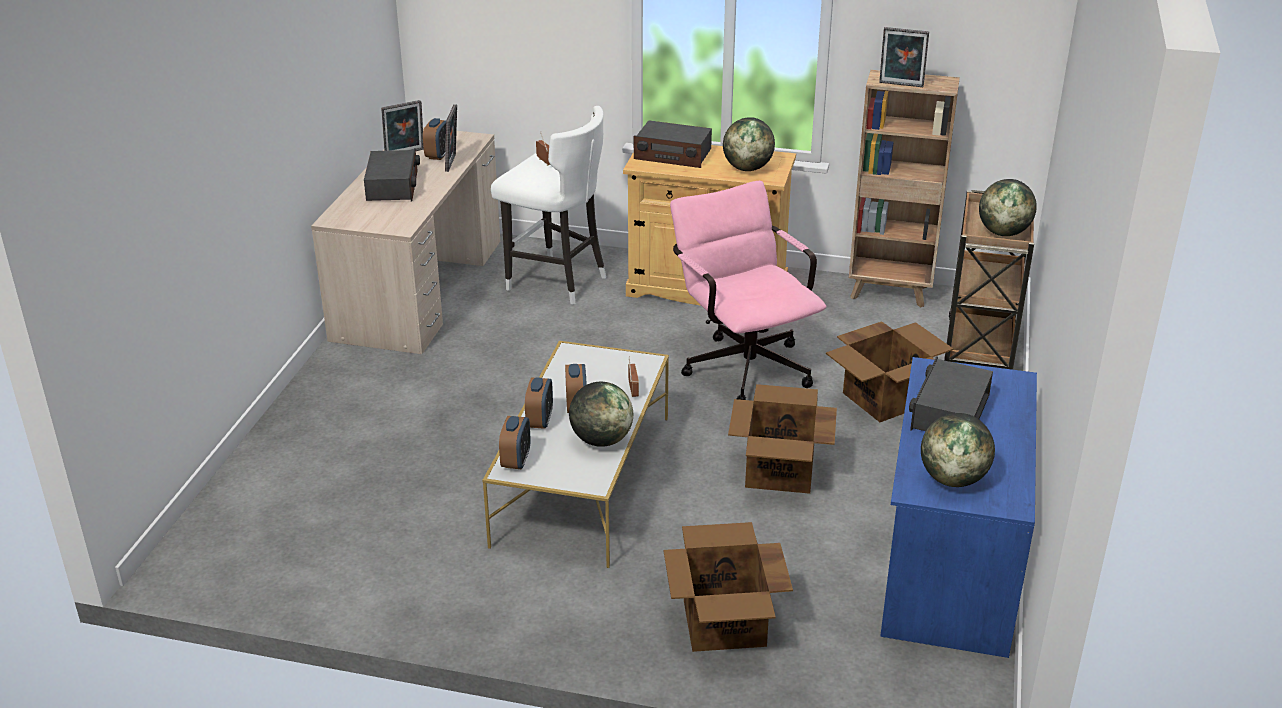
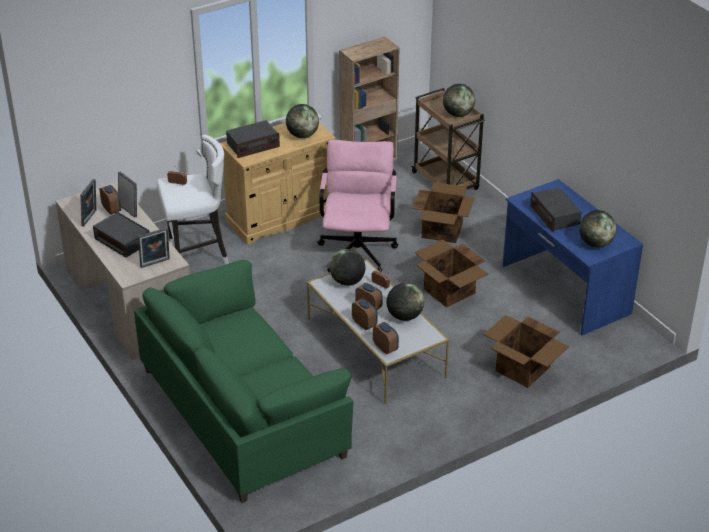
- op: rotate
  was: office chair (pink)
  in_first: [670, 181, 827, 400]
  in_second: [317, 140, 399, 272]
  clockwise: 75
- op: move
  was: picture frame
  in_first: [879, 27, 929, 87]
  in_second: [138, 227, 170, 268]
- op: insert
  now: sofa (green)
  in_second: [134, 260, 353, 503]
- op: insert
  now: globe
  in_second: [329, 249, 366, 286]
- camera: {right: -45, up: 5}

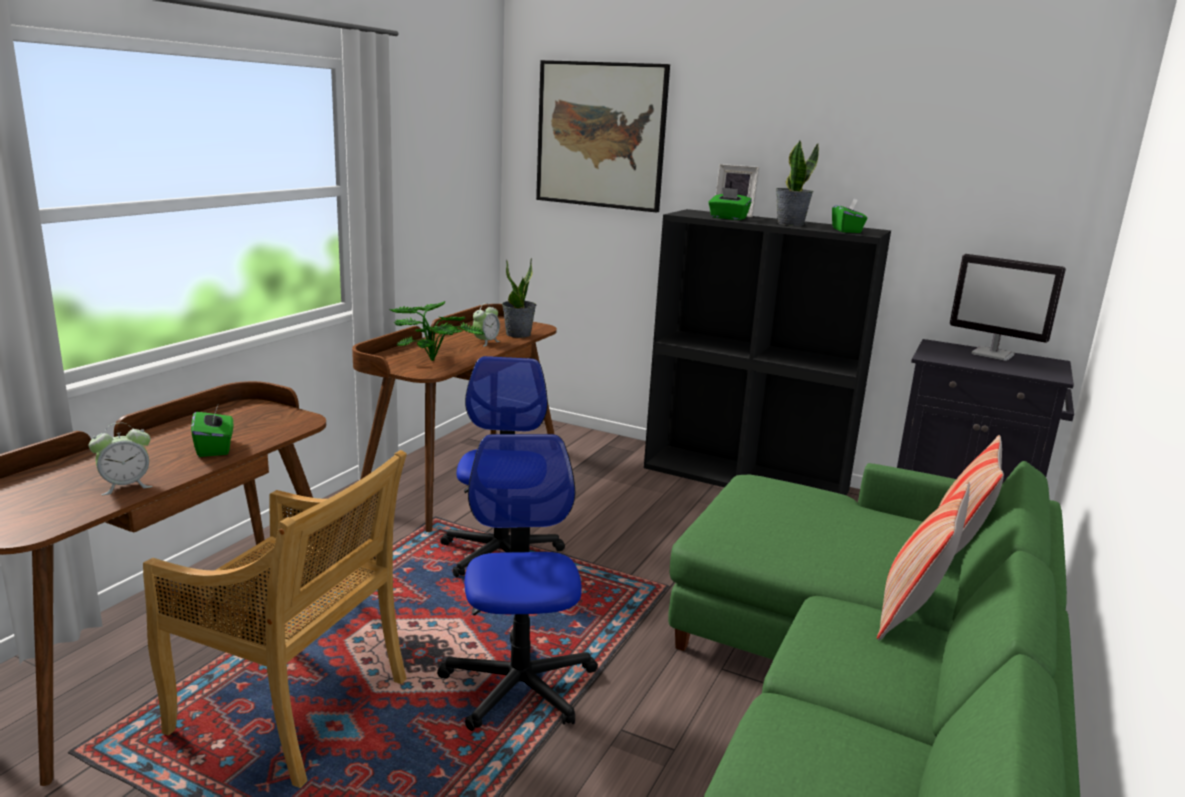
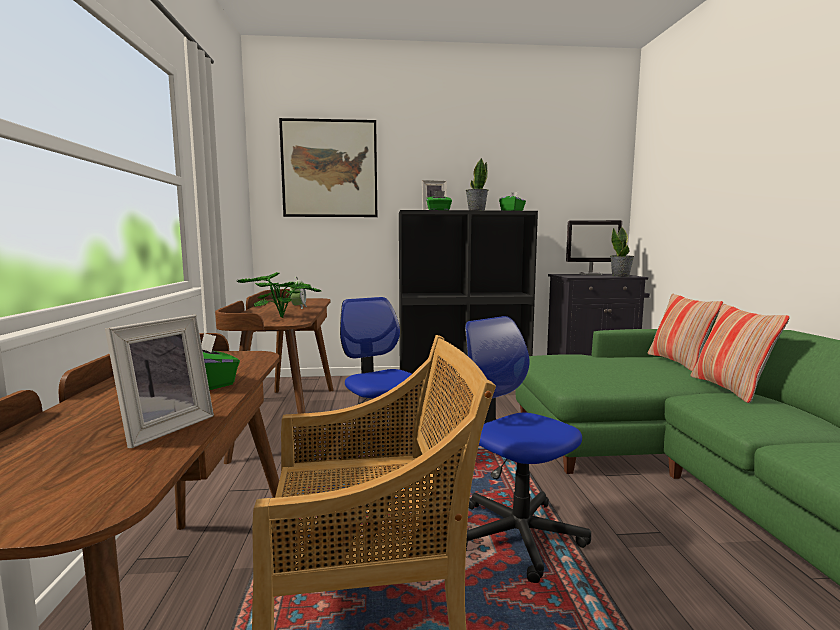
- op: replace
  was: alarm clock
  now: picture frame
  in_first: [89, 423, 153, 495]
  in_second: [105, 315, 214, 448]
- op: move
  was: potted plant
  in_first: [502, 258, 536, 338]
  in_second: [610, 227, 634, 277]
- camera: {right: -30, up: -10}

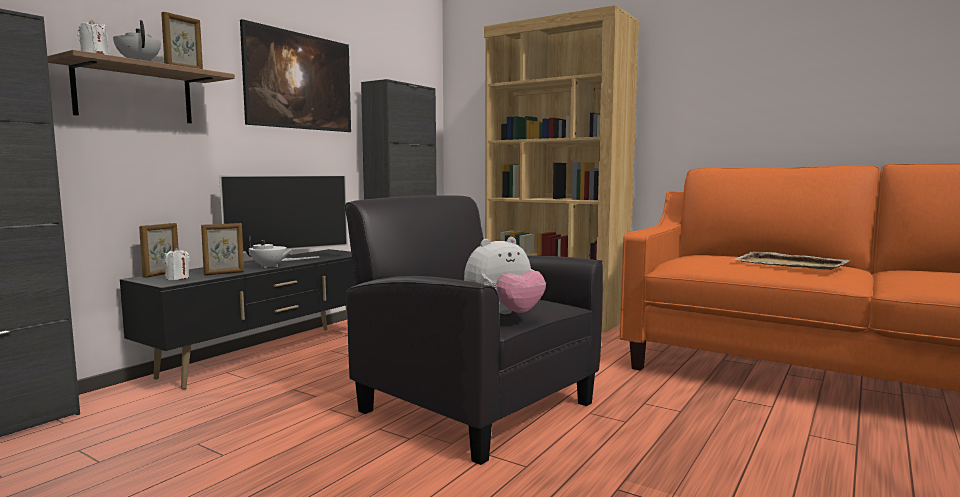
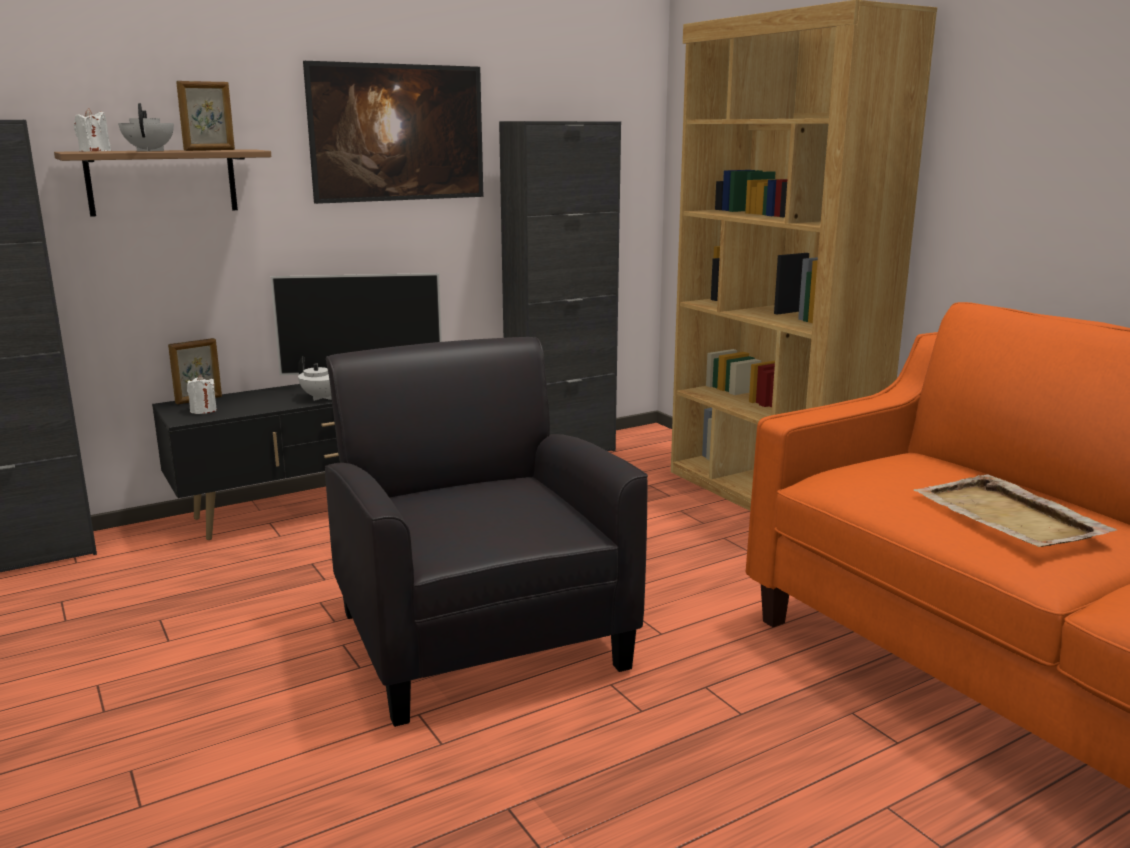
- op: delete
  was: picture frame
  in_first: [201, 223, 244, 275]
- op: delete
  was: plush toy
  in_first: [464, 237, 546, 314]
- camera: {right: 25, up: 10}

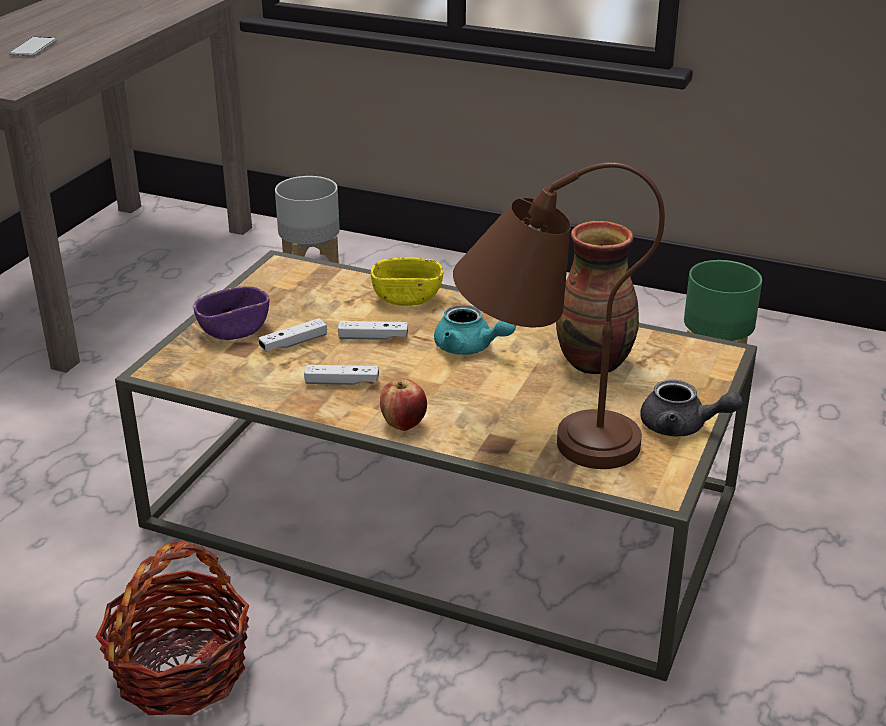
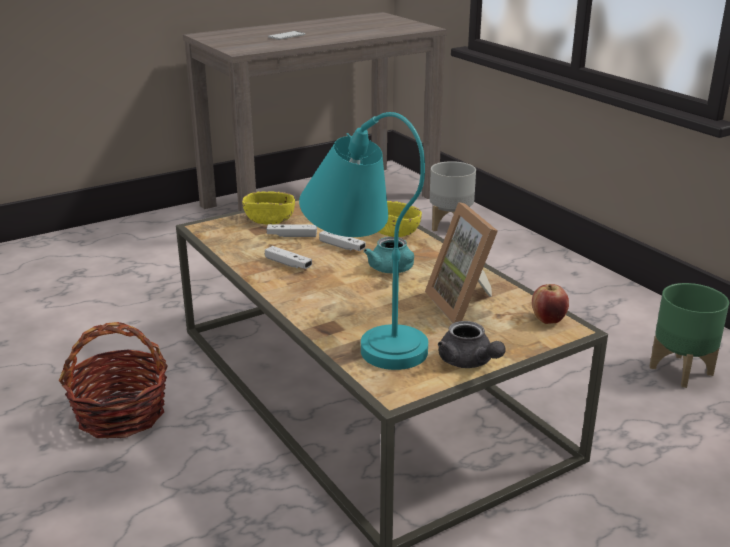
- op: recolor
  was: bowl (purple)
  now: bowl (yellow)
  in_first: [194, 286, 269, 340]
  in_second: [242, 191, 295, 224]
- op: move
  was: apple
  in_first: [380, 378, 427, 431]
  in_second: [532, 284, 569, 324]
- op: recolor
  was: table lamp (brown)
  now: table lamp (turquoise)
  in_first: [453, 162, 665, 469]
  in_second: [299, 112, 428, 370]
- op: replace
  was: vase
  now: picture frame
  in_first: [556, 221, 639, 374]
  in_second: [425, 202, 498, 323]
- camera: {right: 35, up: -5}

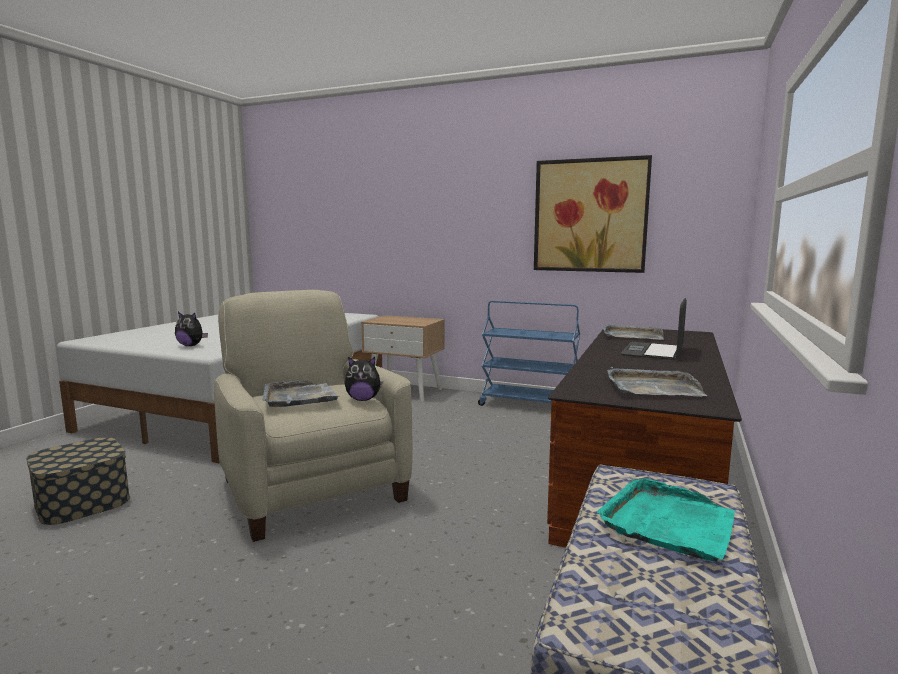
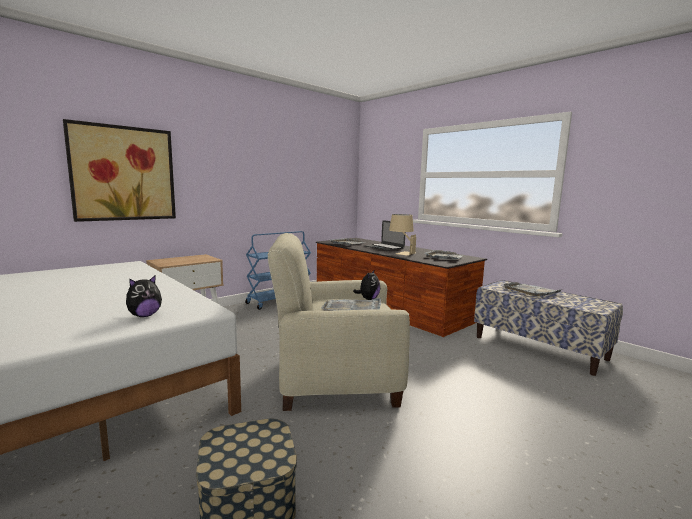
- op: move
  was: picture
  in_first: [534, 155, 652, 273]
  in_second: [63, 119, 176, 222]
- op: recolor
  was: tray (turquoise)
  now: tray (grey)
  in_first: [597, 478, 735, 562]
  in_second: [504, 282, 561, 296]
- op: insert
  now: table lamp (beige)
  in_second: [389, 214, 416, 256]
- camera: {right: -65, up: 0}

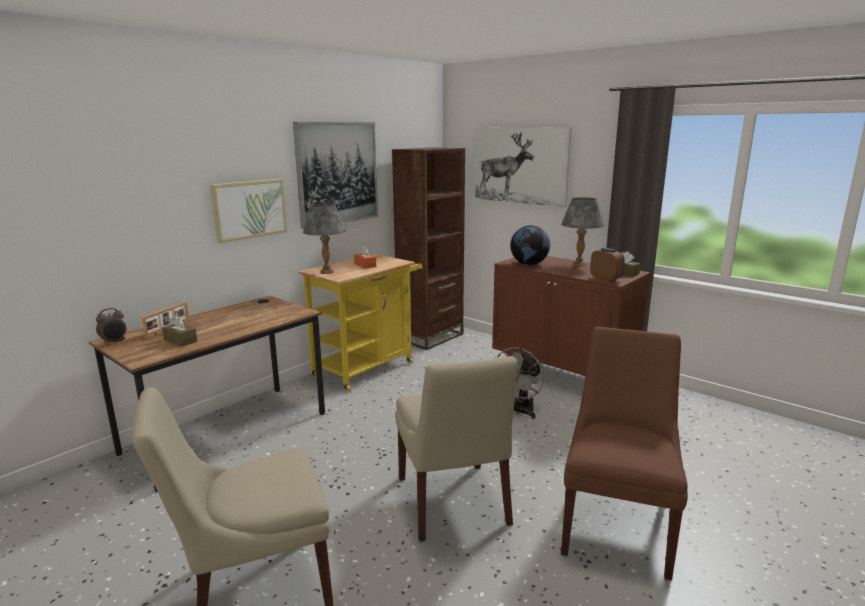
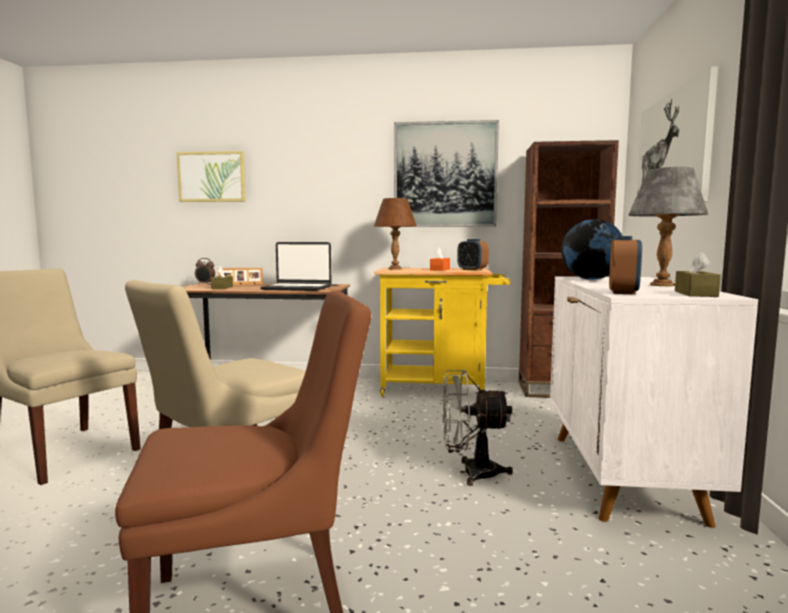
- op: move
  was: picture
  in_first: [210, 179, 287, 243]
  in_second: [177, 151, 246, 202]
- op: recolor
  was: table lamp (grey)
  now: table lamp (brown)
  in_first: [303, 203, 346, 274]
  in_second: [374, 198, 417, 270]
- op: recolor
  was: cabinet (brown)
  now: cabinet (white)
  in_first: [492, 256, 650, 376]
  in_second: [550, 276, 758, 528]
- op: insert
  now: laptop
  in_second: [260, 242, 332, 291]
- op: insert
  now: alarm clock
  in_second: [457, 239, 489, 271]
- camera: {right: 55, up: -10}

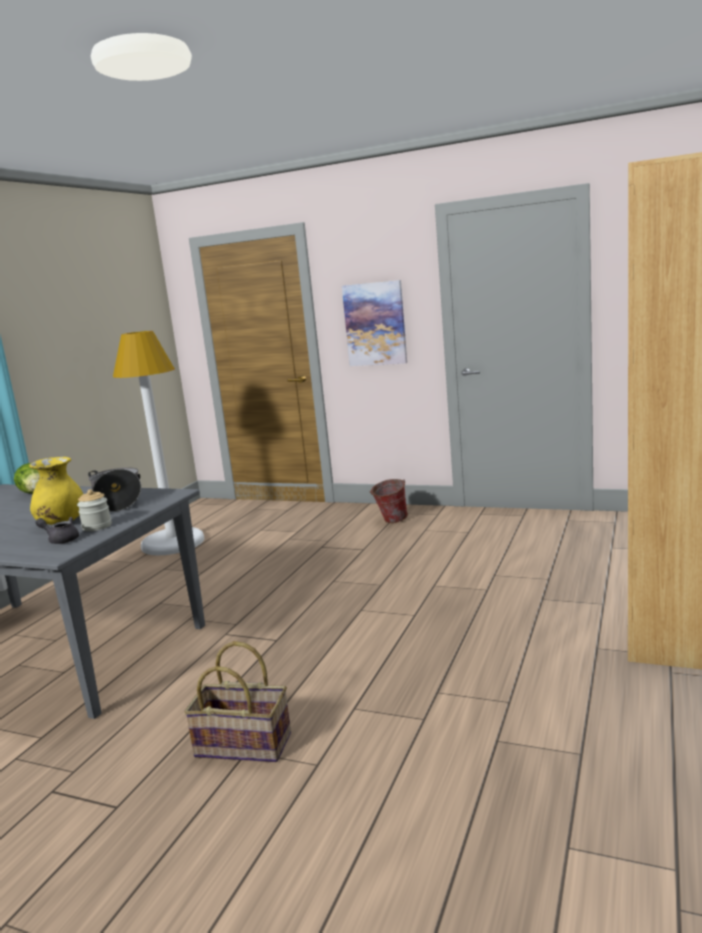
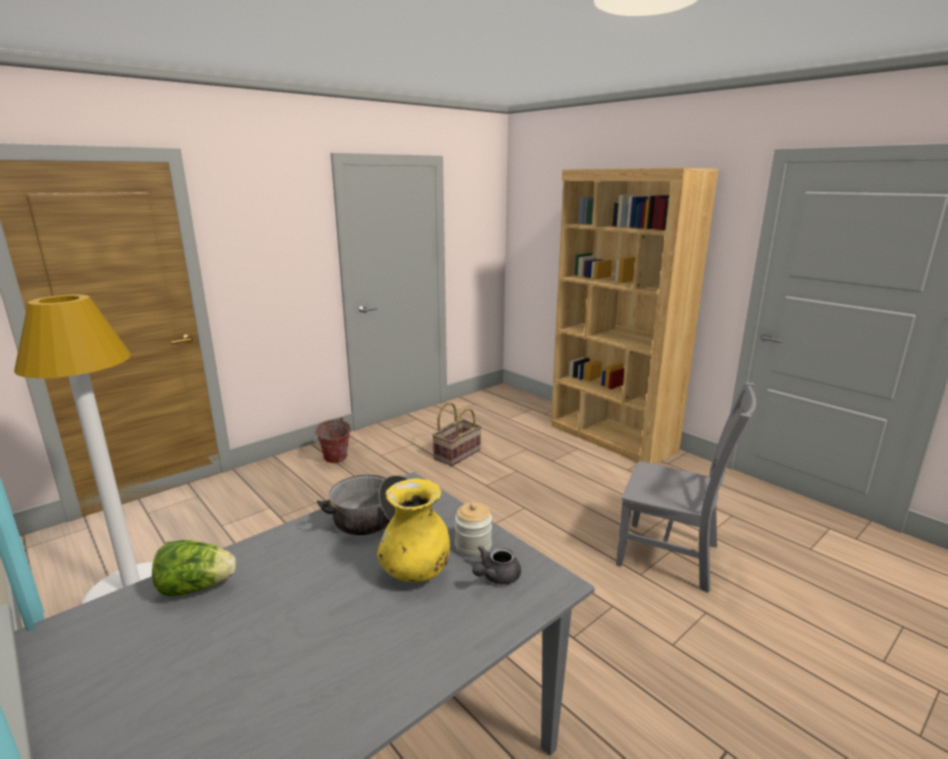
- op: move
  was: basket
  in_first: [184, 641, 291, 762]
  in_second: [432, 402, 482, 466]
- op: delete
  was: picture
  in_first: [342, 280, 407, 366]
- op: insert
  now: chair (grey)
  in_second: [616, 382, 756, 593]
- camera: {right: -65, up: 5}

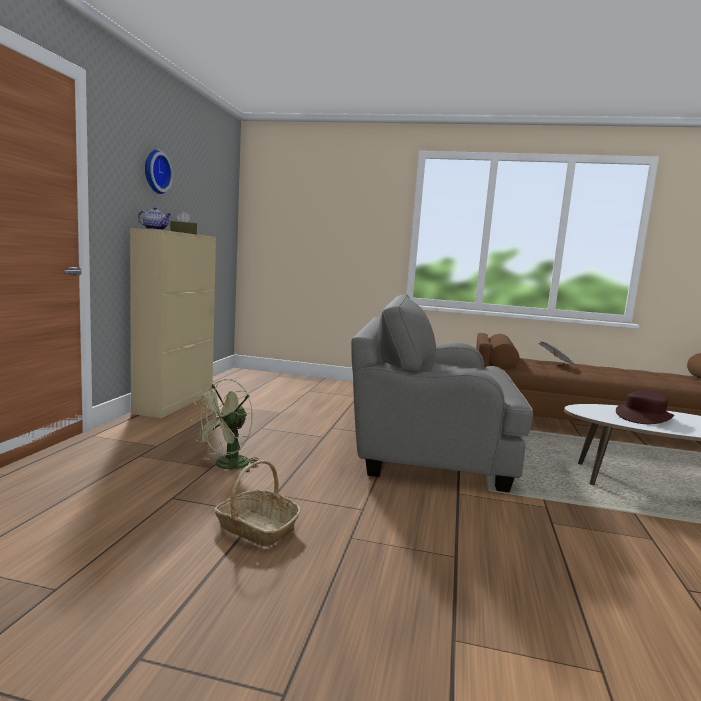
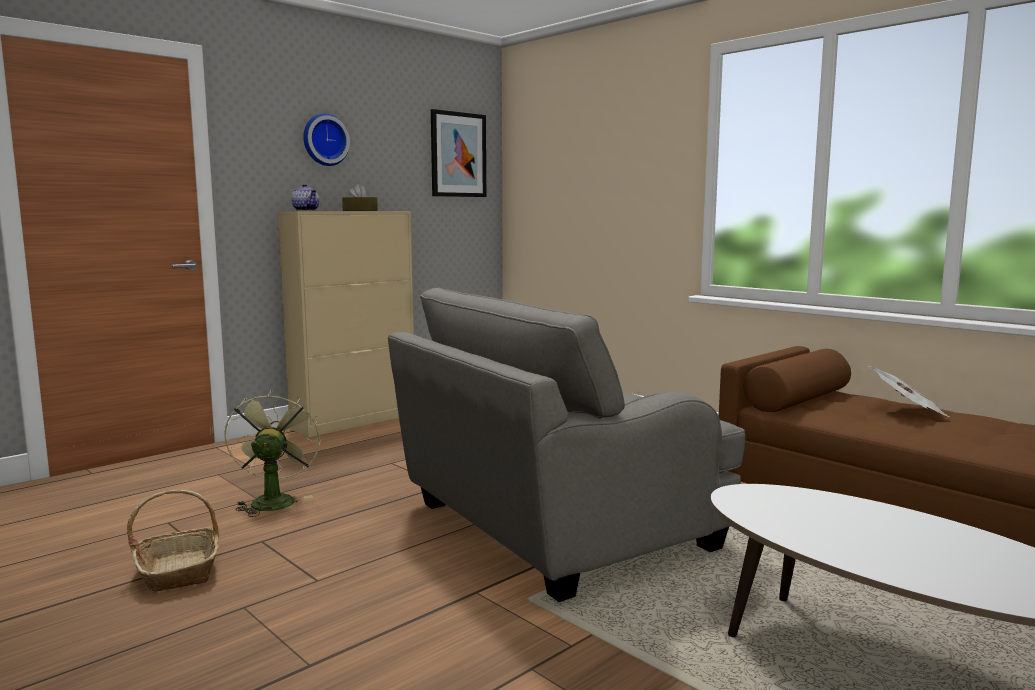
- op: rotate
  was: fan (green)
  in_first: [190, 379, 259, 473]
  in_second: [224, 390, 320, 517]
  clockwise: 105
- op: rotate
  was: armchair (grey)
  in_first: [351, 295, 533, 492]
  in_second: [388, 287, 745, 602]
  clockwise: -75
- op: delete
  was: hat (brown)
  in_first: [616, 390, 674, 424]
- op: insert
  now: picture
  in_second: [431, 109, 486, 197]
- camera: {right: 35, up: 0}

